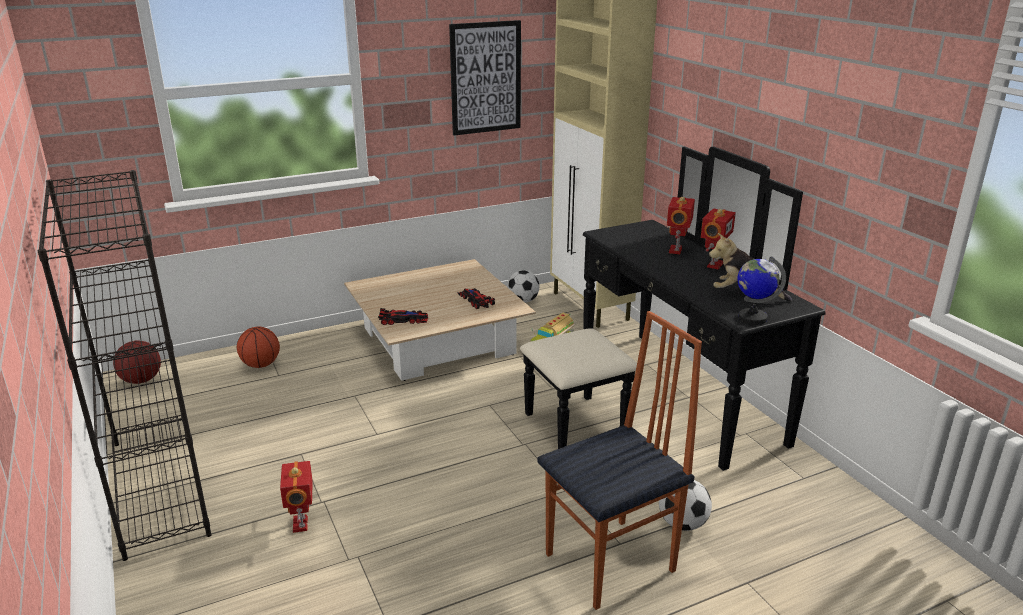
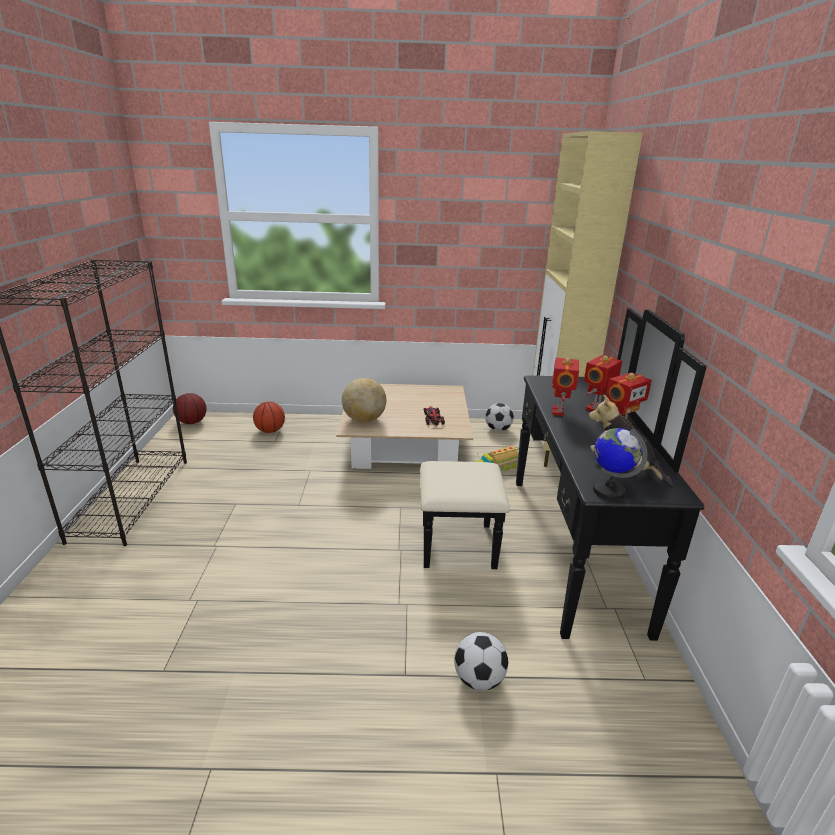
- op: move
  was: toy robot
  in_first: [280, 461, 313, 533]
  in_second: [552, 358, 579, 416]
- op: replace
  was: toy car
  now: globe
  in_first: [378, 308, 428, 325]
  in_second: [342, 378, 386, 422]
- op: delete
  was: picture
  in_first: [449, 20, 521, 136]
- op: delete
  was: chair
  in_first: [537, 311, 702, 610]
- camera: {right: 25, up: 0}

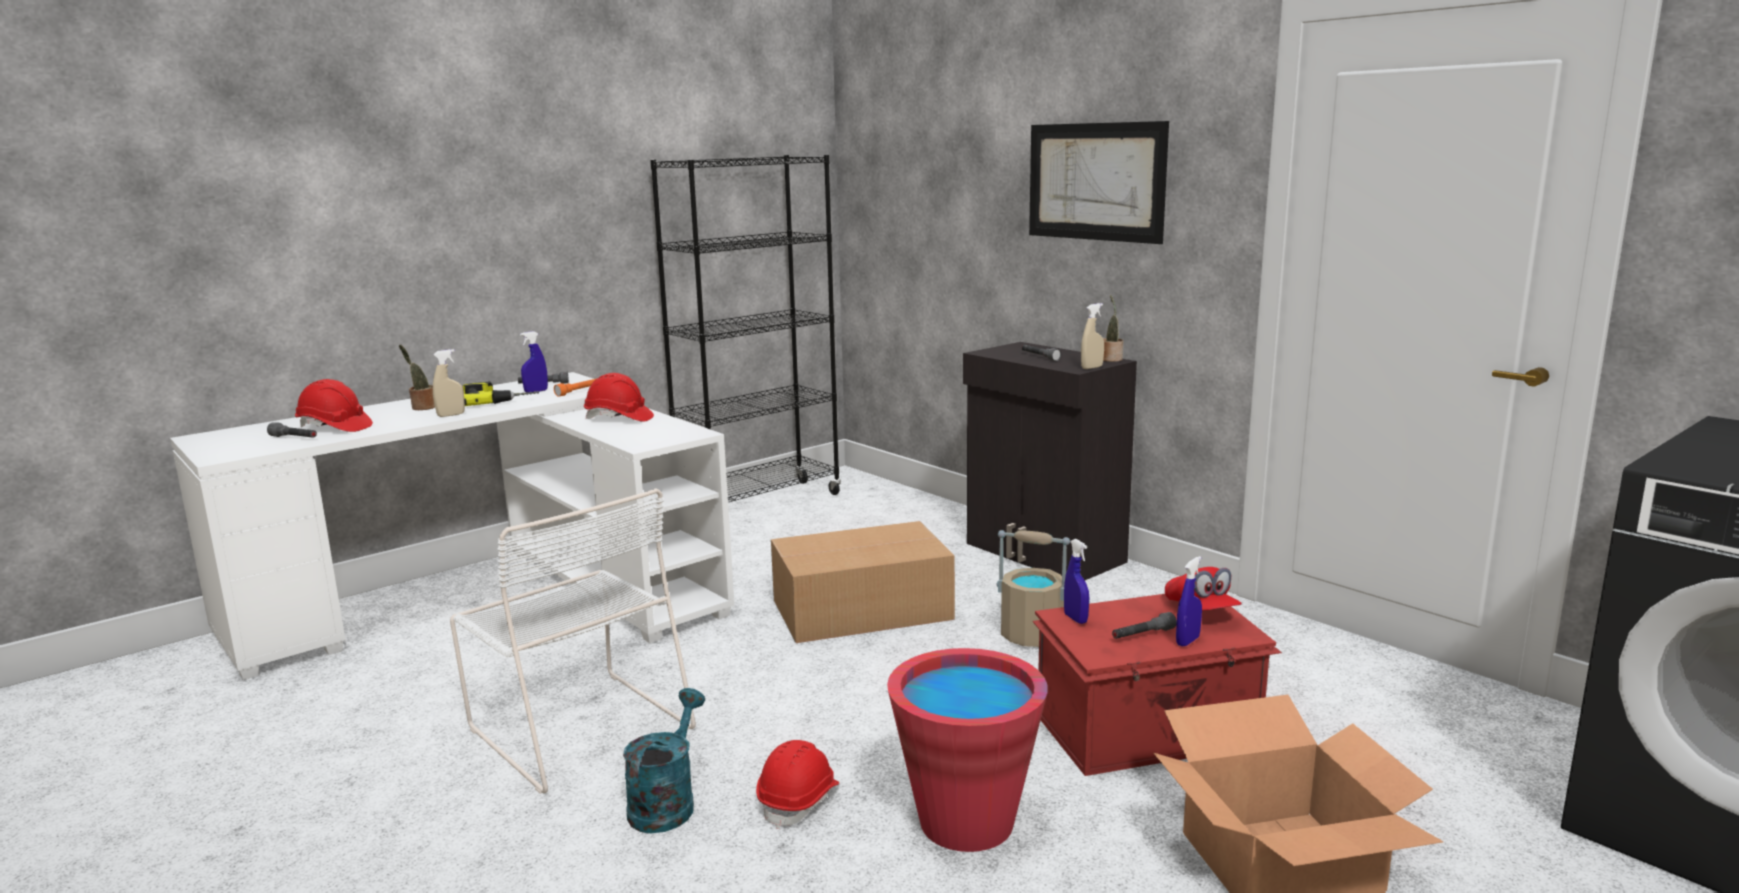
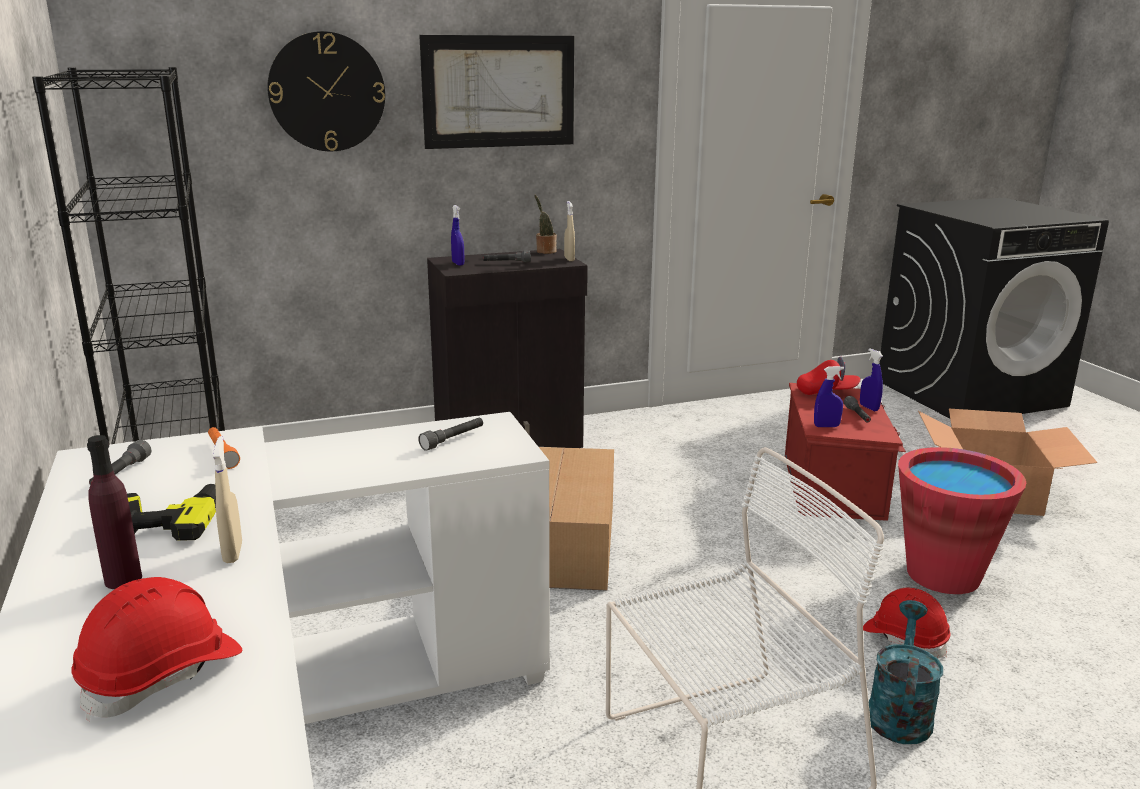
- op: move
  was: flashlight (grey)
  in_first: [267, 422, 317, 438]
  in_second: [418, 418, 483, 451]
- op: replace
  was: potted plant
  now: bottle (purple)
  in_first: [399, 344, 435, 410]
  in_second: [87, 435, 142, 589]
- op: move
  was: spray bottle (blue)
  in_first: [520, 331, 548, 393]
  in_second: [451, 205, 464, 265]
- op: delete
  was: hard hat (red)
  in_first: [584, 373, 654, 422]
- op: rotate
  was: watering can (turquoise)
  in_first: [623, 688, 705, 833]
  in_second: [869, 600, 943, 744]
  clockwise: 75
- op: delete
  was: bucket (beige)
  in_first: [996, 530, 1070, 647]
- op: insert
  now: wall clock
  in_second: [267, 31, 385, 151]
- camera: {right: -70, up: 5}

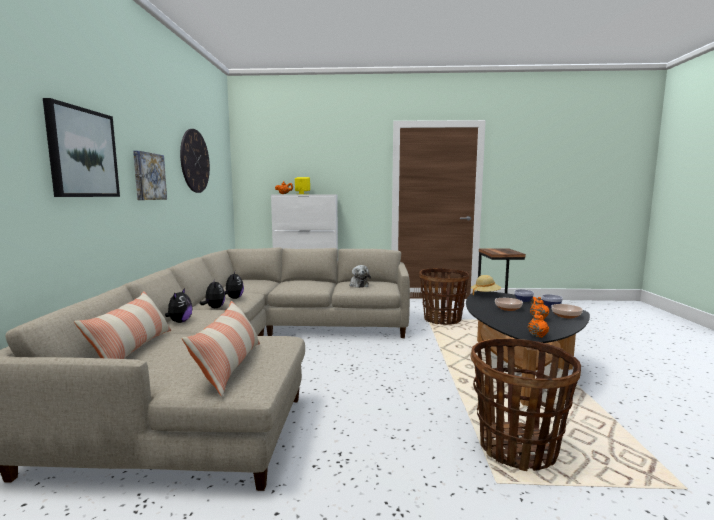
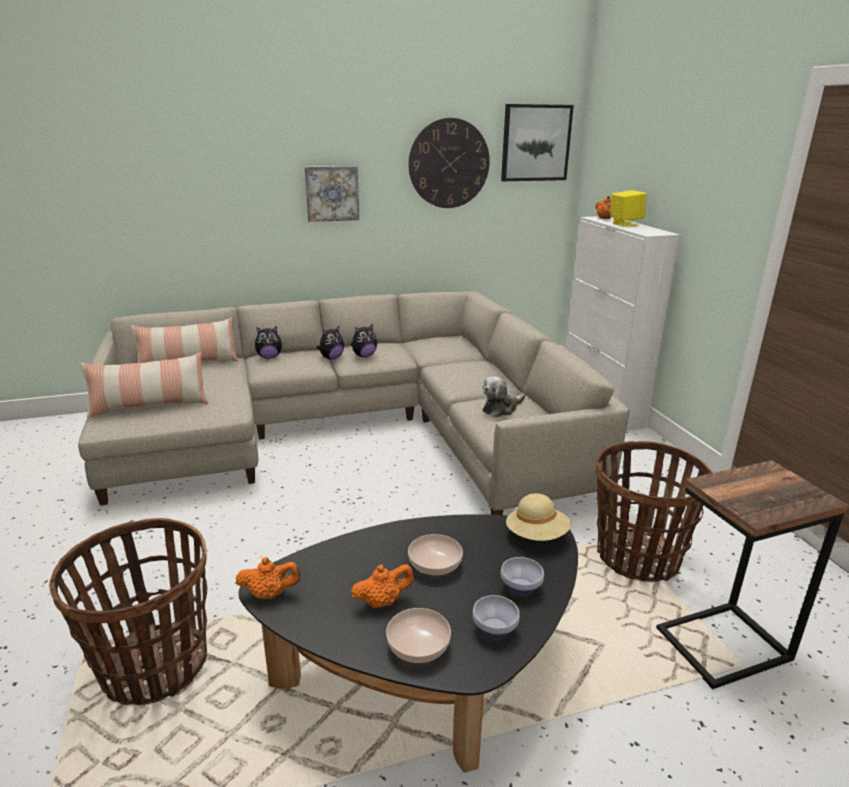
- op: move
  was: picture
  in_first: [43, 98, 120, 197]
  in_second: [501, 104, 574, 181]
- camera: {right: 70, up: 15}

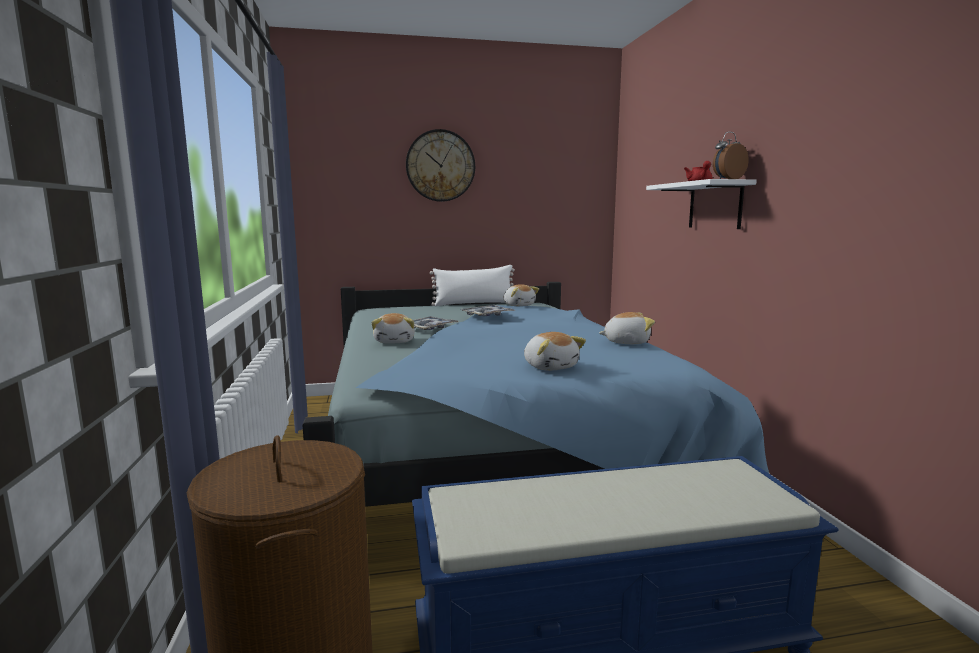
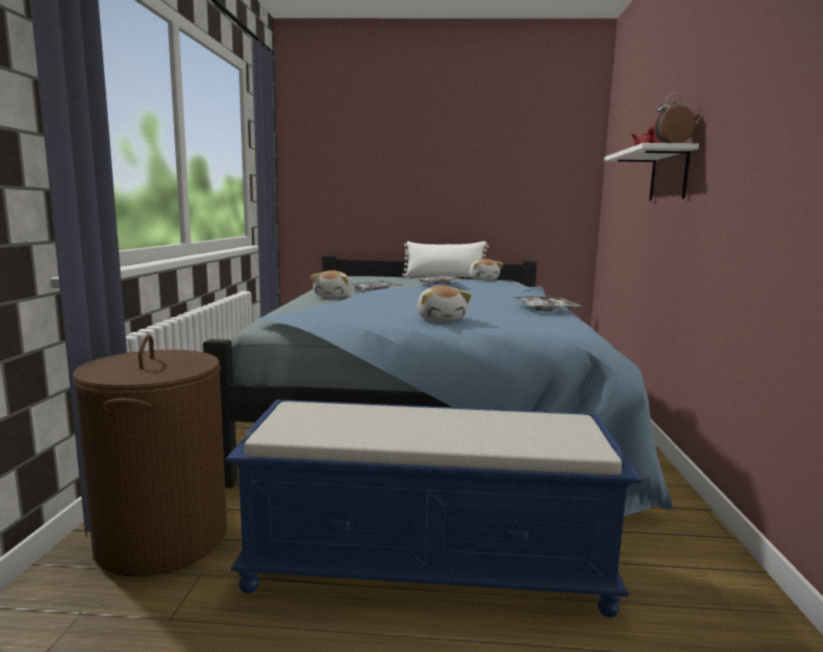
- op: delete
  was: wall clock
  in_first: [406, 129, 475, 202]
- op: replace
  was: plush toy
  now: tray
  in_first: [599, 312, 655, 344]
  in_second: [513, 296, 581, 312]
- camera: {right: 15, up: 0}

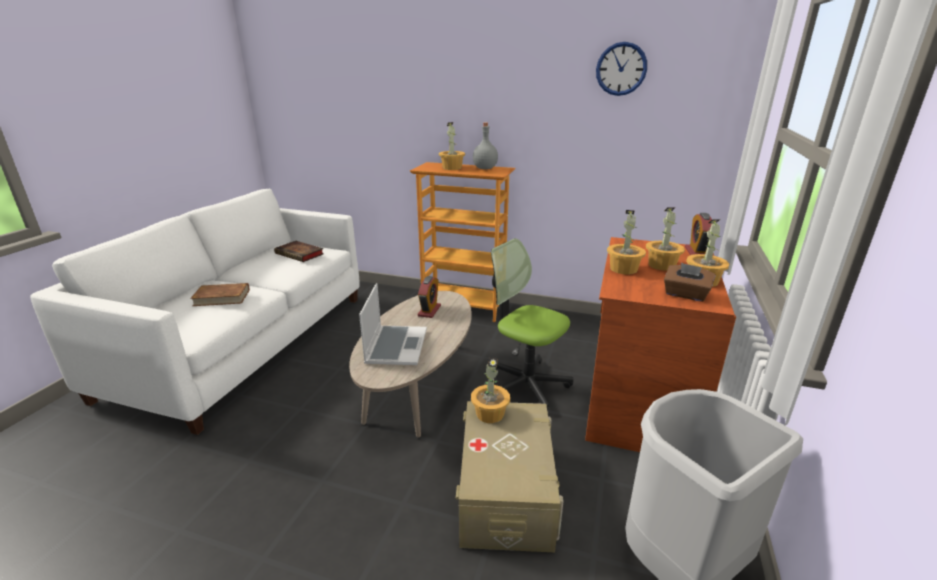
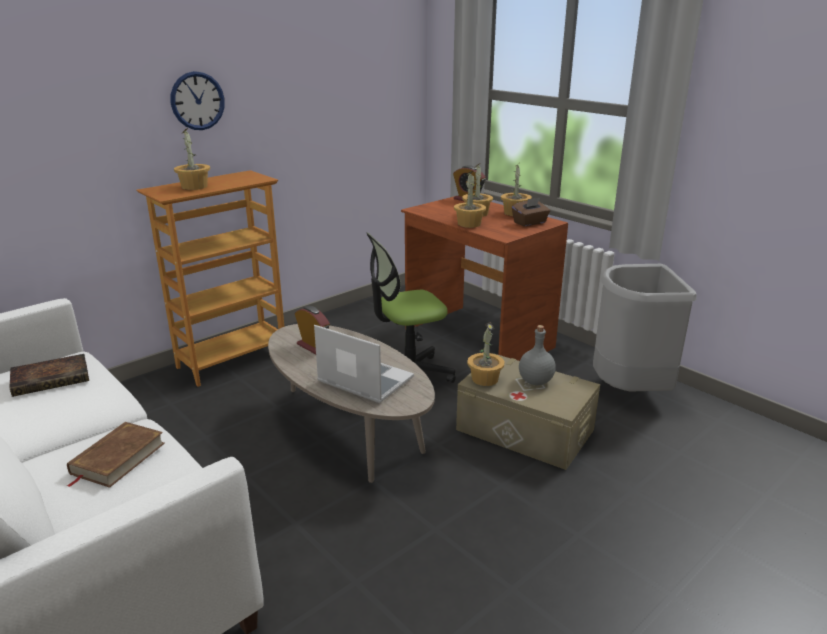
- op: move
  was: bottle (grey)
  in_first: [473, 122, 498, 169]
  in_second: [519, 325, 556, 386]
- op: move
  was: wall clock
  in_first: [596, 42, 647, 96]
  in_second: [171, 71, 225, 130]
- camera: {right: -60, up: 0}

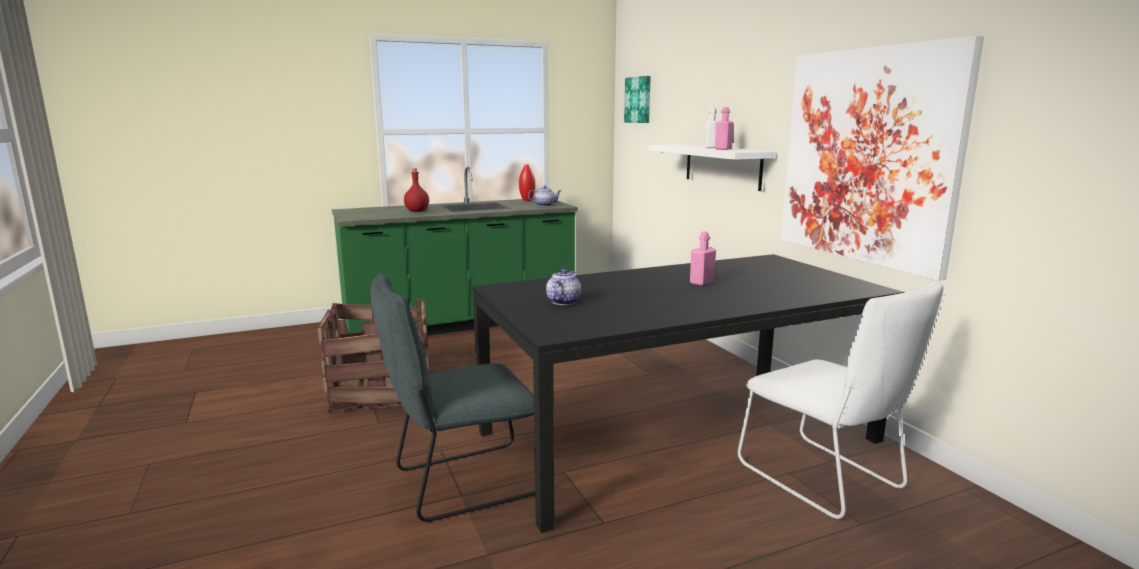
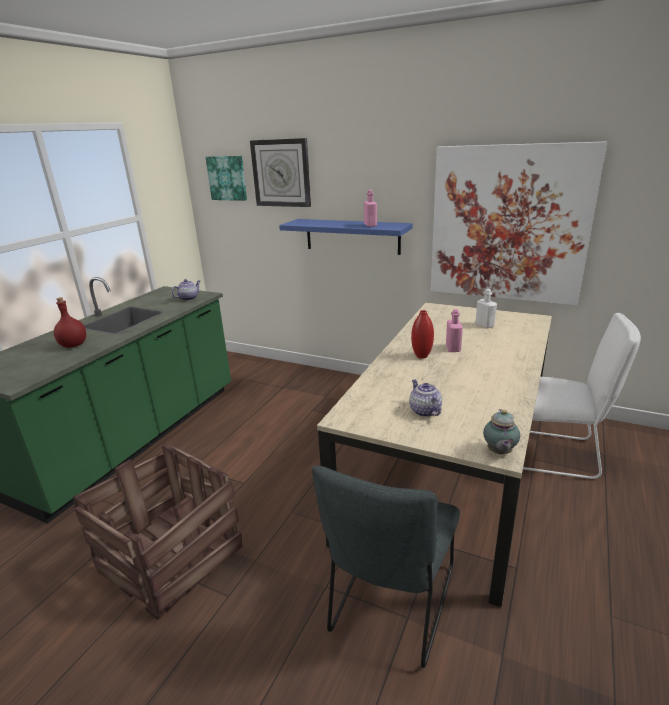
- op: recolor
  was: dining table (black)
  now: dining table (beige)
  in_first: [472, 254, 905, 533]
  in_second: [317, 302, 552, 608]
- op: move
  was: vase (red)
  in_first: [519, 164, 535, 201]
  in_second: [411, 310, 434, 359]
- op: recolor
  was: shelf (white)
  now: shelf (blue)
  in_first: [648, 144, 774, 191]
  in_second: [279, 219, 413, 255]
- op: move
  was: bottle (white)
  in_first: [705, 107, 718, 148]
  in_second: [476, 289, 497, 328]
- op: insert
  now: wall clock
  in_second: [250, 138, 311, 207]
- op: insert
  now: teapot
  in_second: [483, 409, 520, 454]
- camera: {right: -40, up: 10}

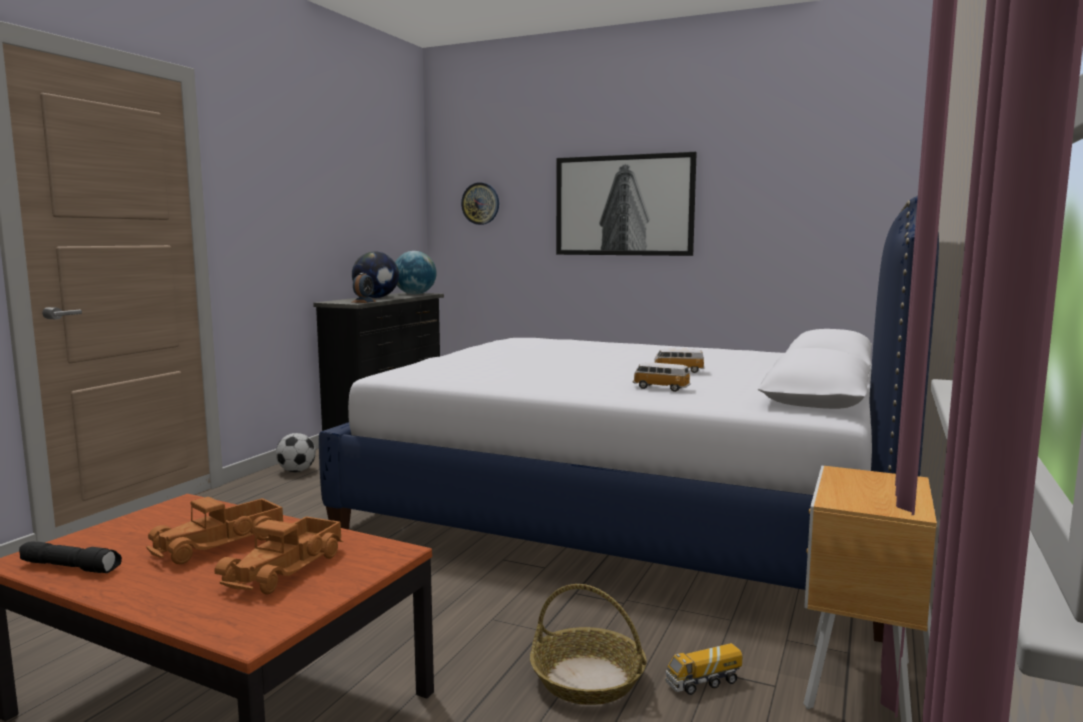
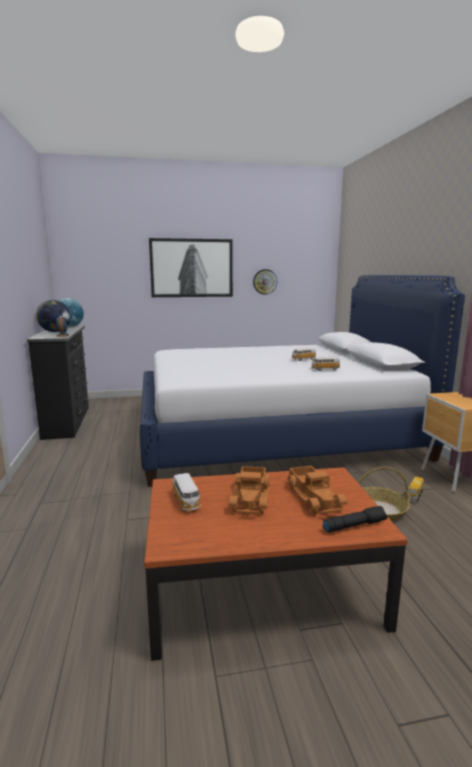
- op: move
  was: flashlight (black)
  in_first: [19, 541, 122, 573]
  in_second: [323, 506, 388, 532]
- op: delete
  was: football
  in_first: [276, 433, 316, 472]
- op: move
  was: wall clock
  in_first: [461, 182, 499, 225]
  in_second: [253, 269, 277, 295]
- op: insert
  now: toy car
  in_second: [172, 473, 201, 511]
- camera: {right: -35, up: 5}

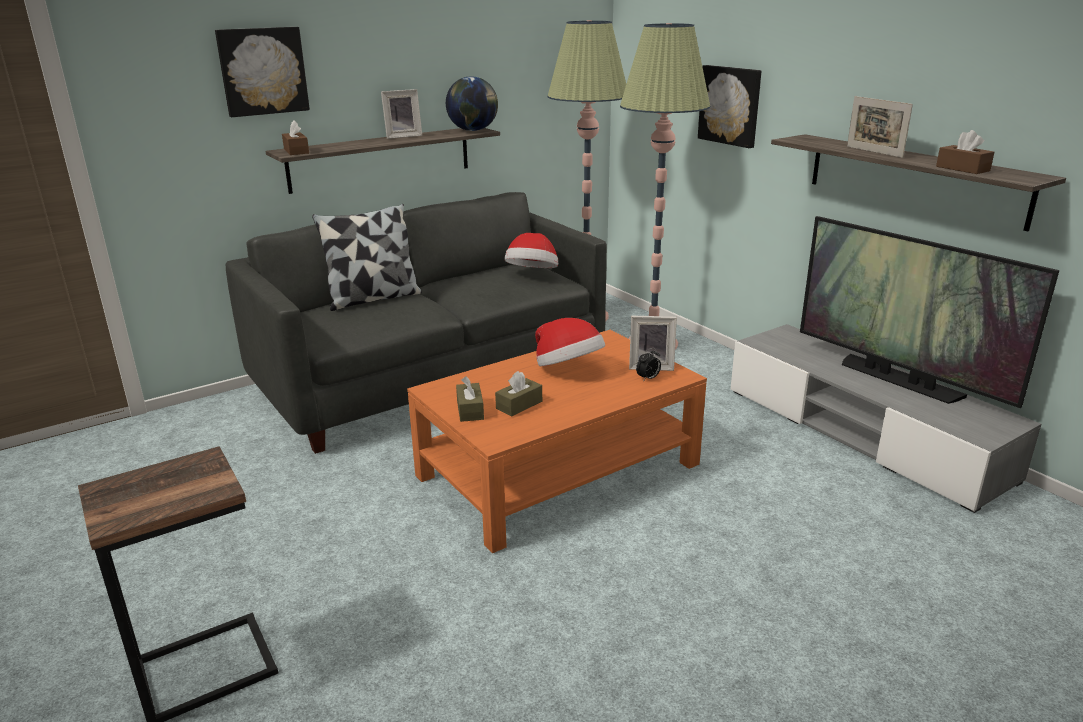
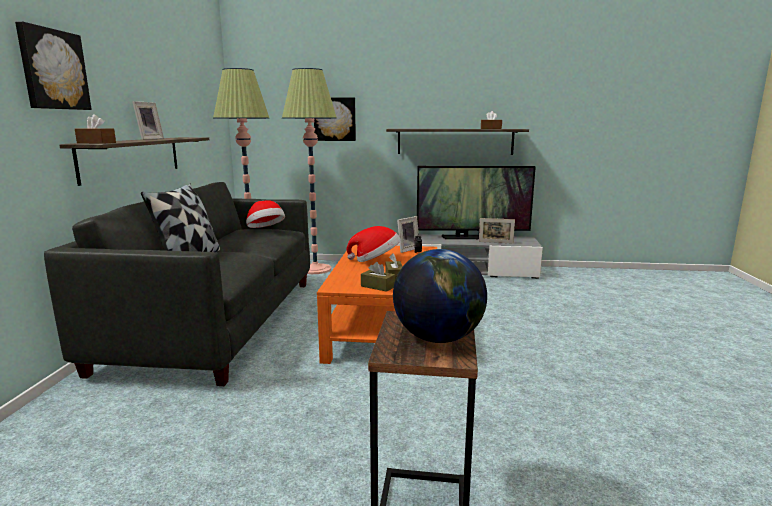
- op: move
  was: globe
  in_first: [446, 76, 498, 131]
  in_second: [393, 249, 487, 343]
- op: move
  was: picture frame
  in_first: [847, 96, 913, 158]
  in_second: [479, 218, 515, 244]
- camera: {right: -50, up: -10}

